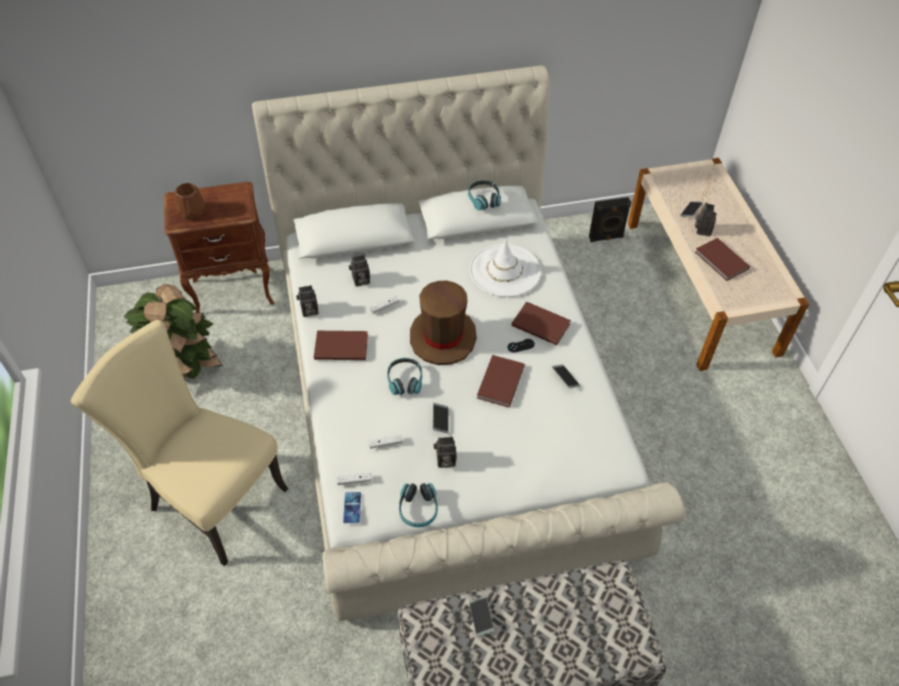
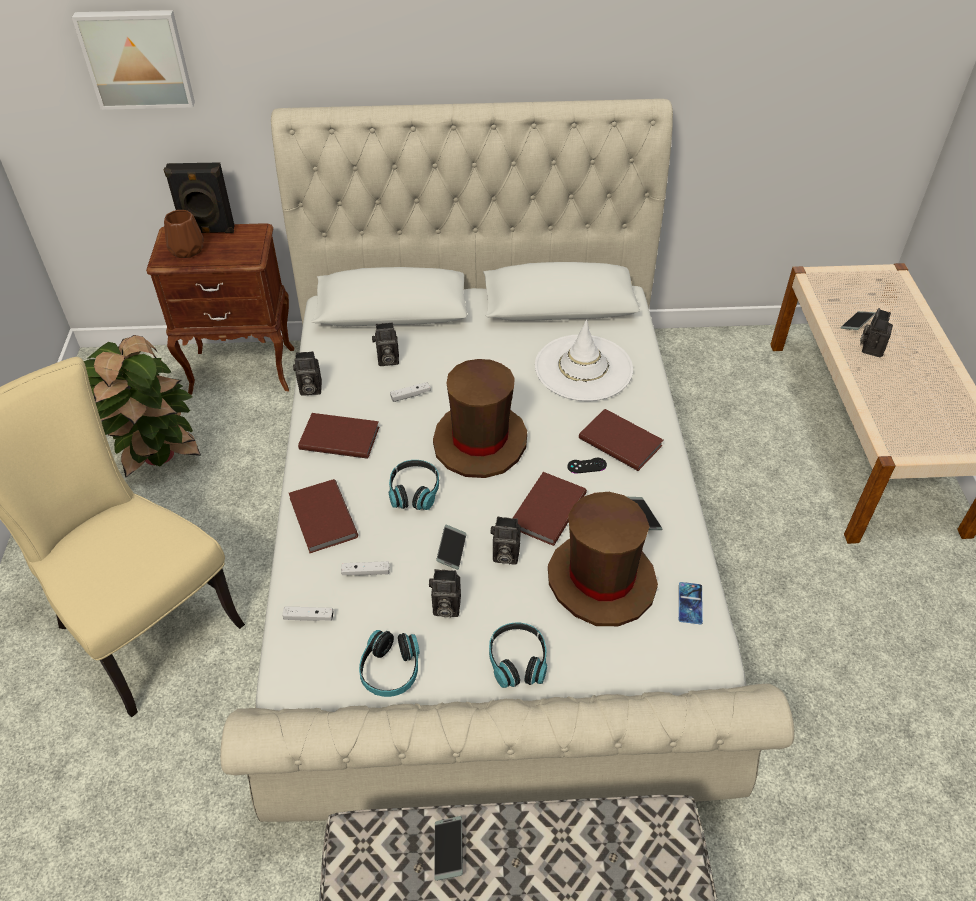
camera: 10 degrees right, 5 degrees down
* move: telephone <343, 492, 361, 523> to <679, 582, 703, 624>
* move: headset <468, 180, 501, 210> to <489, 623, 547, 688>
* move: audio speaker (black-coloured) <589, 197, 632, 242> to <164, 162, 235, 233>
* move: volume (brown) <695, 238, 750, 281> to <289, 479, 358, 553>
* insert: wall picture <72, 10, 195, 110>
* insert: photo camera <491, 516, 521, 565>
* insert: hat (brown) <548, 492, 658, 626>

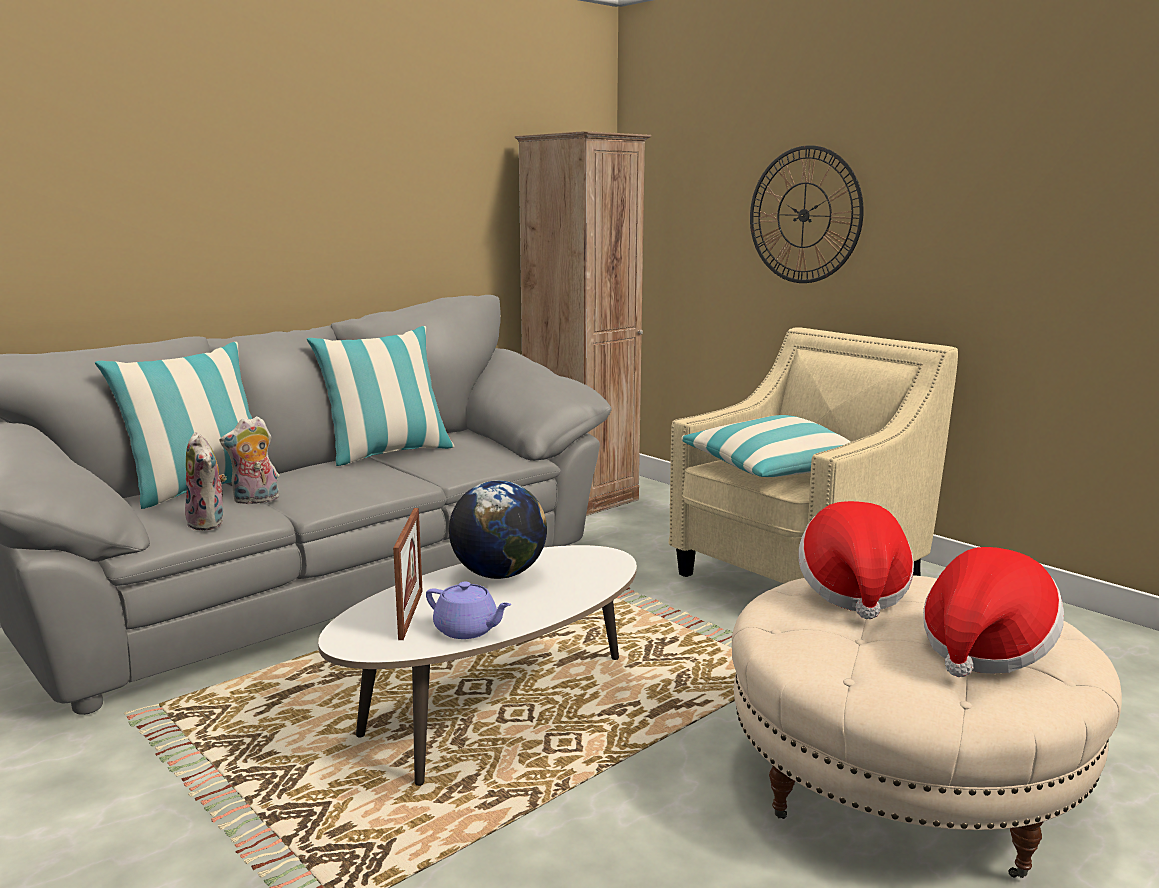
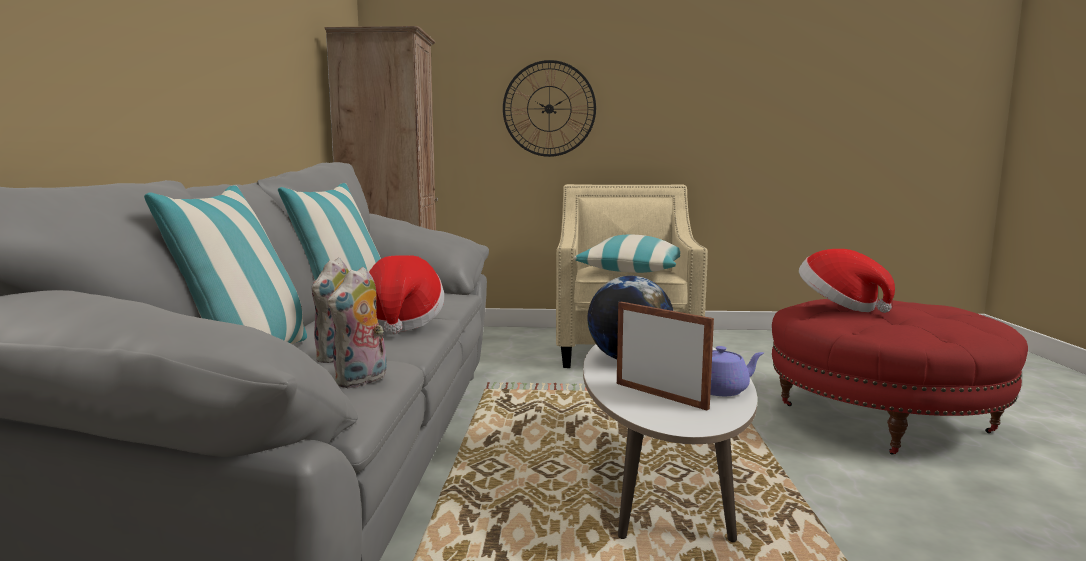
camera: 45 degrees left, 5 degrees down
* rotate: soft toy <185, 432, 227, 531> = <328, 267, 387, 388> 105 degrees clockwise
* recolor: ottoman (sand-coloured) <732, 575, 1122, 878> to ottoman (reddish) <772, 299, 1028, 454>
* move: hat <923, 547, 1064, 677> to <369, 255, 444, 335>

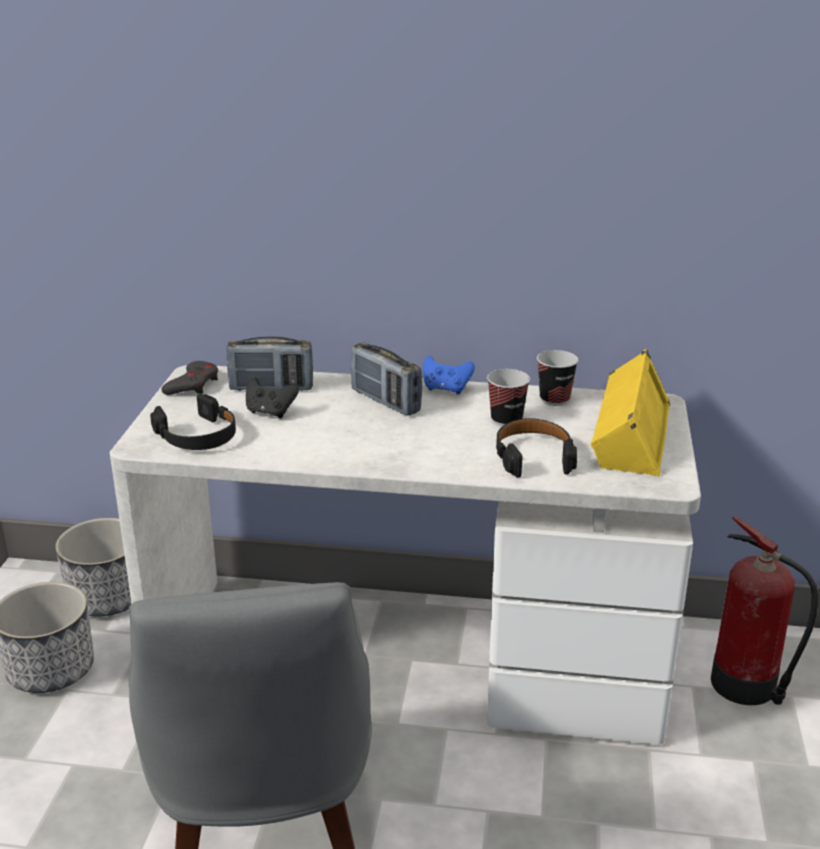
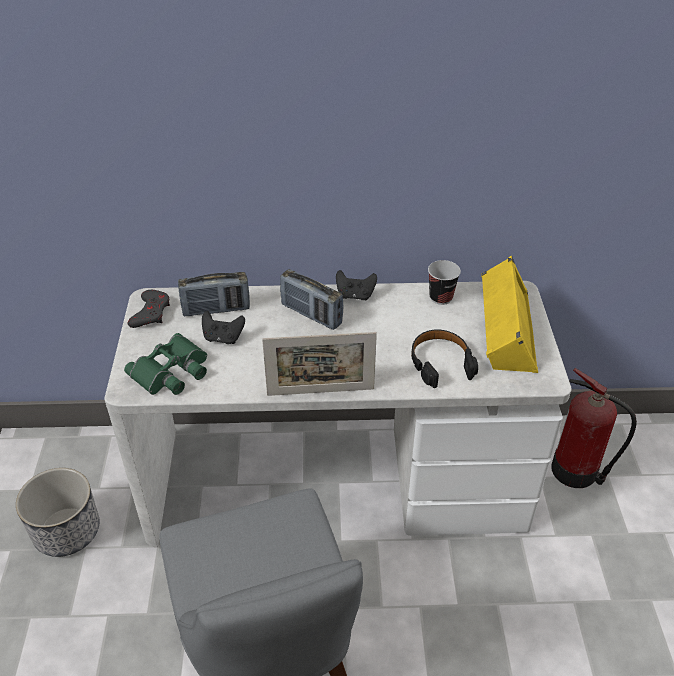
camera: 10 degrees left, 15 degrees up
* delete: flower pot <55, 518, 132, 617>
* replace: headset (black-coloured) <150, 394, 236, 450> to binoculars (green) <124, 333, 207, 395>
* recolor: game controller (bluish) <423, 356, 475, 395> to game controller (black-coloured) <336, 270, 377, 301>
* delete: small cup <487, 369, 530, 426>
* insert: standing frame <262, 332, 377, 396>

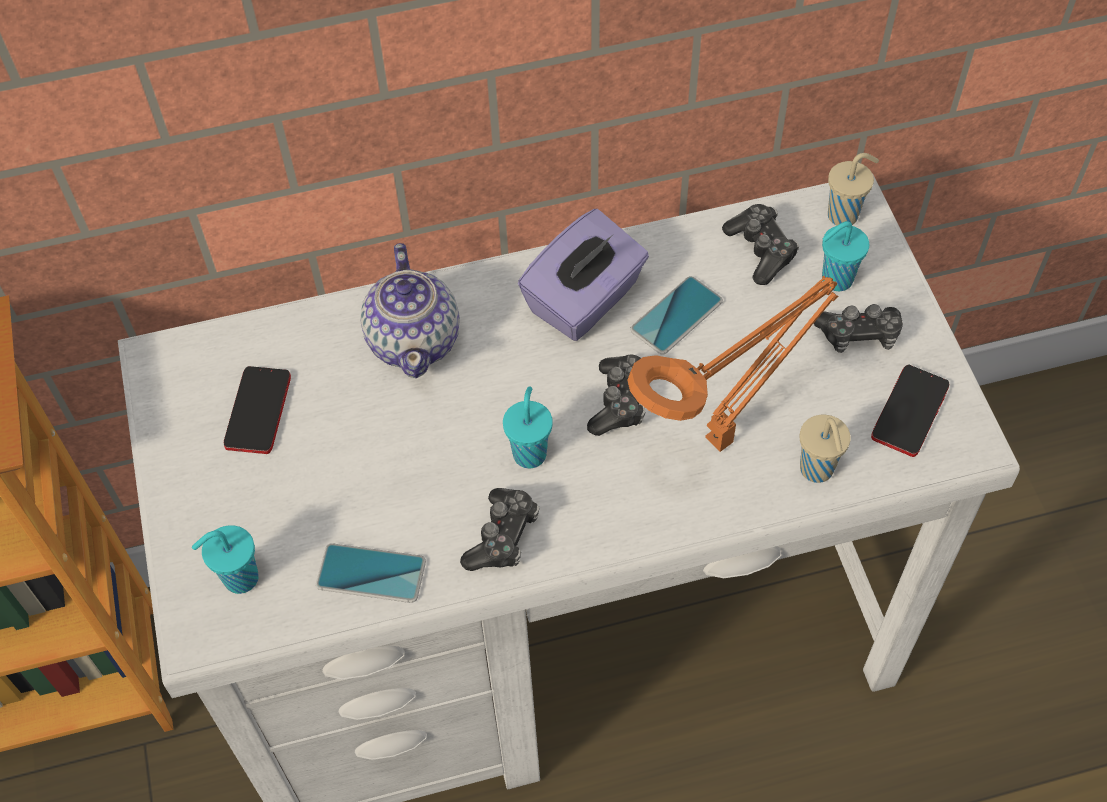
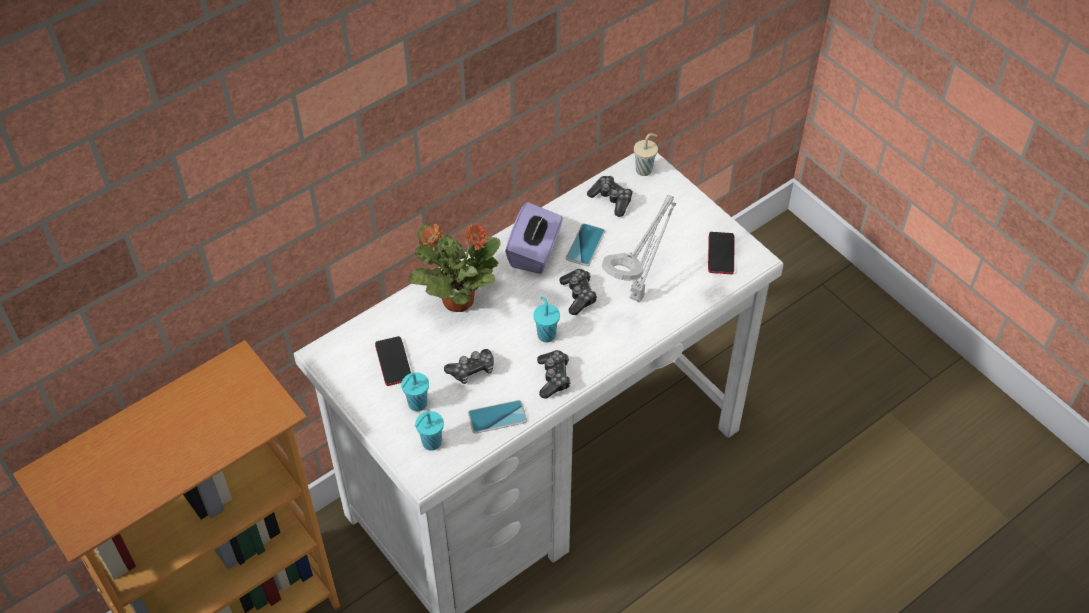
camera: 25 degrees left, 5 degrees down
* replace: teapot <360, 243, 460, 378> to houseplant <408, 223, 501, 312>
* recolor: table lamp (orangey) <628, 276, 839, 452> to table lamp (grey) <602, 195, 676, 302>
* delete: small cup (sand-coloured) <800, 415, 851, 483>
* move: game controller <814, 304, 903, 353> to <444, 349, 494, 384>
* move: small cup (turquoise-coloured) <822, 221, 869, 291> to <401, 372, 429, 411>

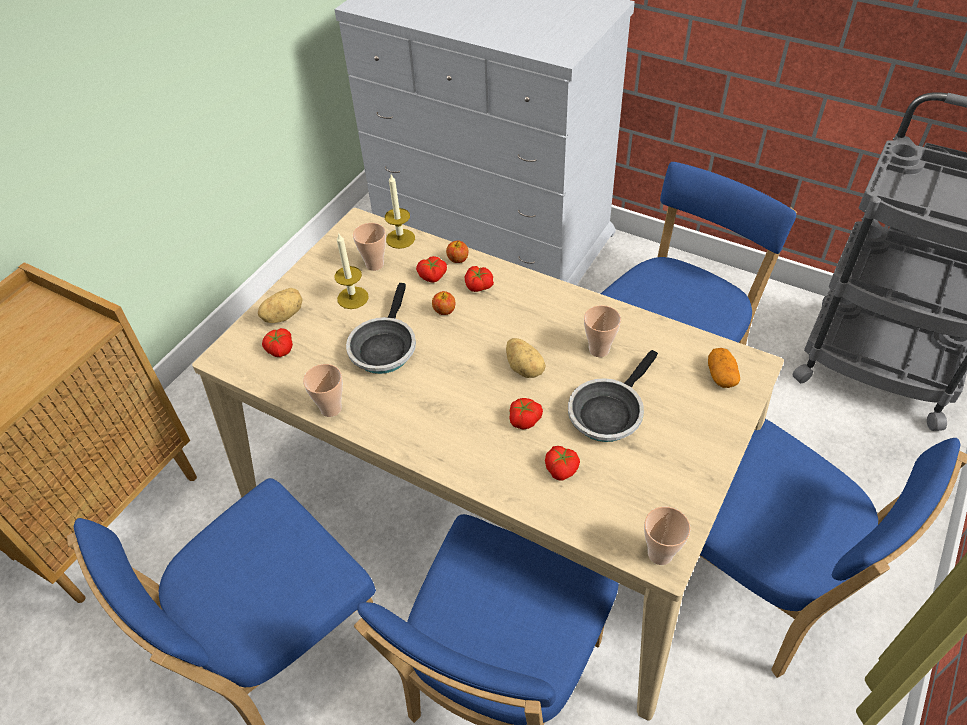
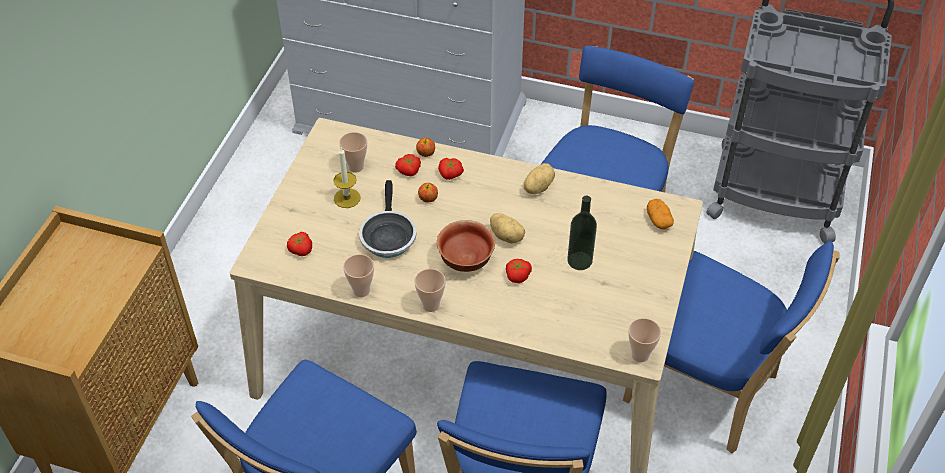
camera: 15 degrees left, 0 degrees up
* move: whole potato <258, 288, 303, 323> to <524, 163, 555, 194>
* delete: wax light <385, 175, 415, 249>
* delete: fresh tomato <545, 446, 580, 481>
* replace: pan <568, 350, 658, 442> to beverage bottle <567, 195, 597, 270>
* move: small cup <584, 305, 621, 357> to <414, 269, 446, 312>
* insert: serving bowl <437, 220, 495, 272>

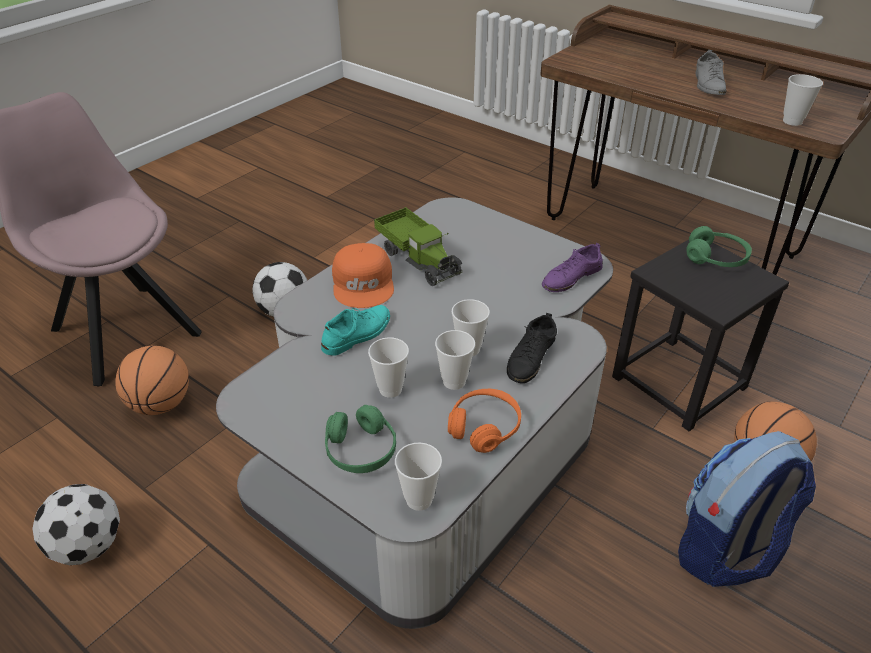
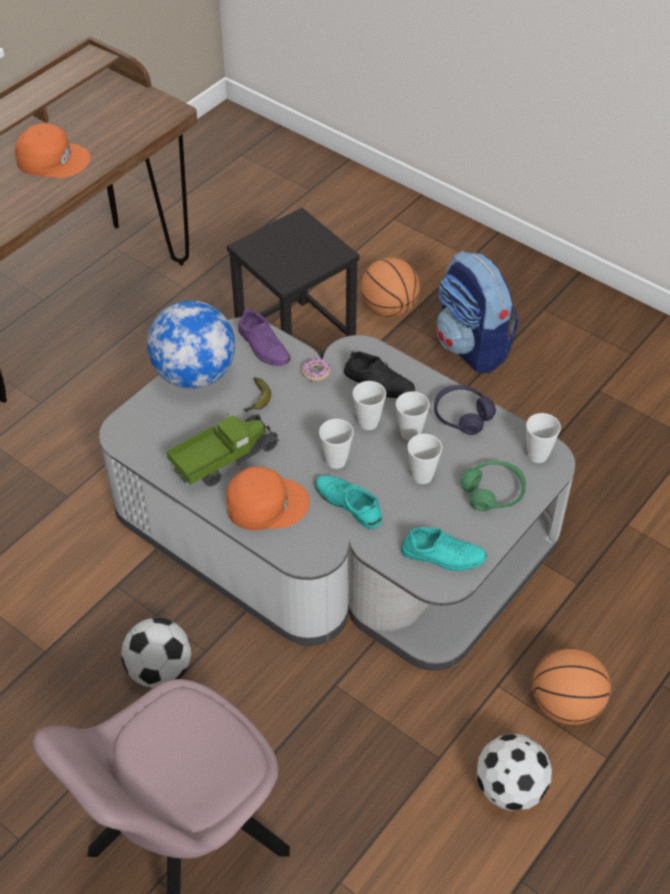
camera: 90 degrees left, 10 degrees up
* move: basketball ball <115, 345, 189, 415> to <532, 648, 611, 725>
* recolor: headset (orangey) <448, 389, 521, 453> to headset (purple-coloured) <434, 385, 496, 435>
* delete: headset (green) <686, 226, 752, 267>
* replace: low shoe (grey) <695, 50, 727, 95> to baseball cap (orangey) <15, 123, 91, 178>
* move: small cup <783, 74, 823, 126> to <319, 419, 354, 469>
* insert: world globe <147, 301, 235, 389>
* insert: banana <244, 377, 271, 412>
* insert: donut <302, 358, 331, 382>
* insert: low shoe (turquoise-coloured) <401, 527, 487, 571>

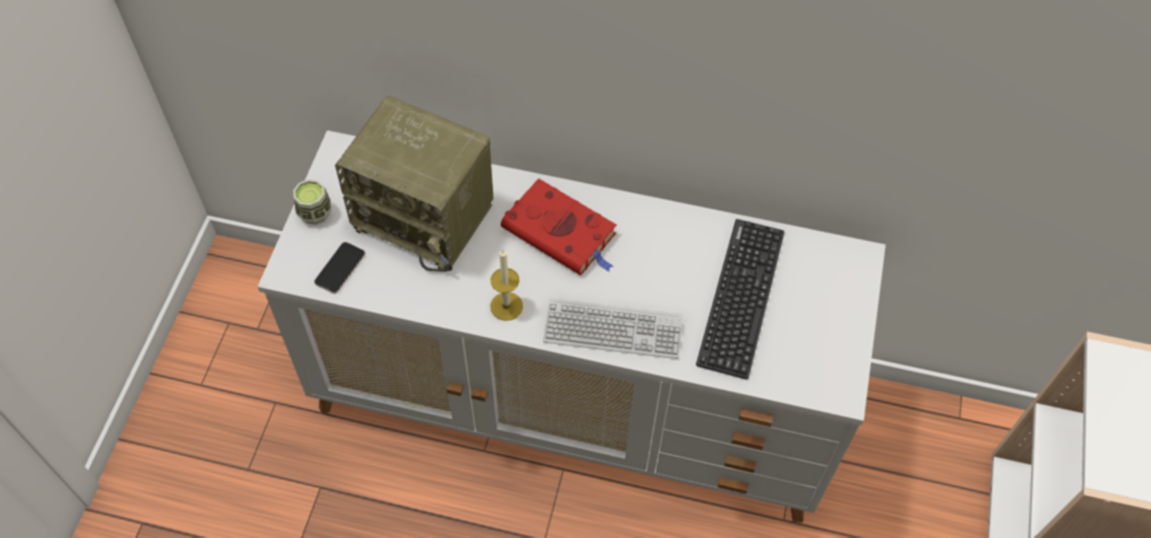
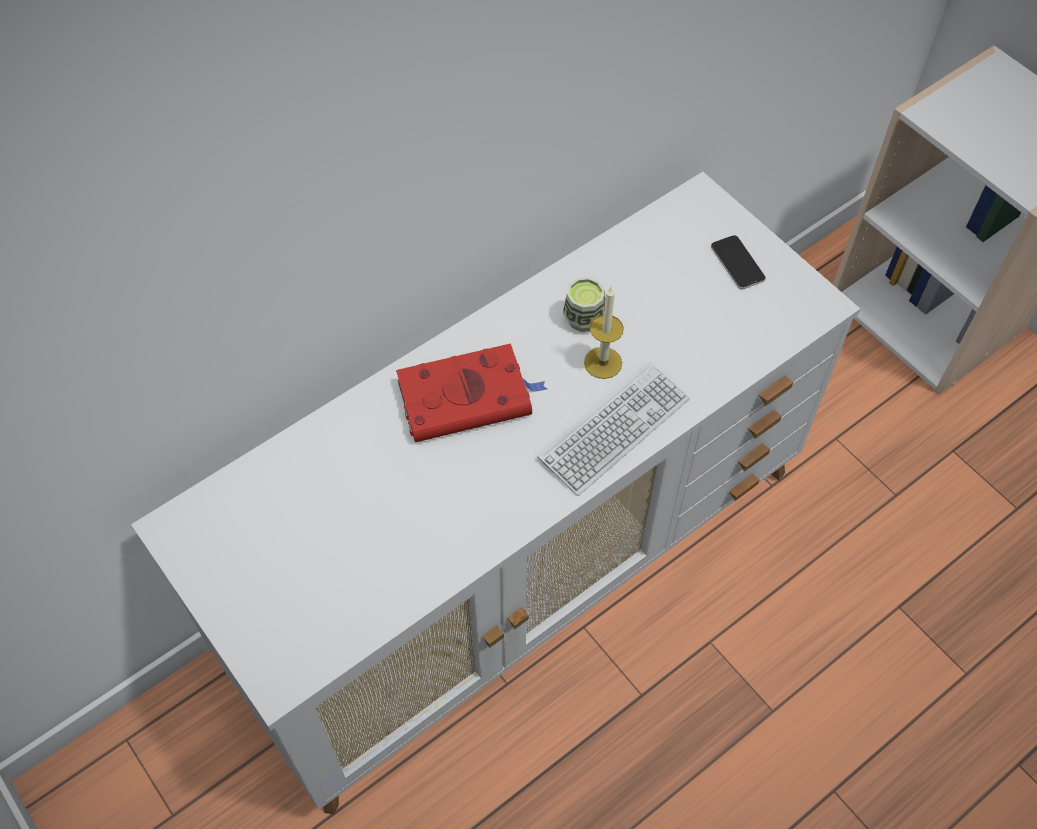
camera: 50 degrees left, 0 degrees up
* move: small cup <293, 179, 331, 225> to <563, 277, 605, 332>
* move: telephone <314, 242, 365, 294> to <711, 235, 766, 289>
* delete: radio set <335, 96, 493, 272>
* move: wax light <490, 249, 523, 321> to <584, 287, 624, 379>
* delete: computer keyboard <696, 219, 784, 379>

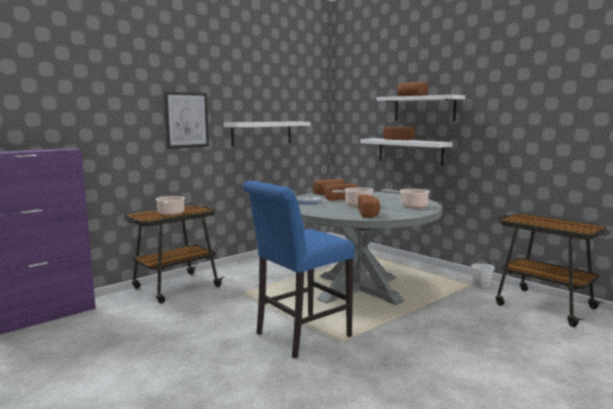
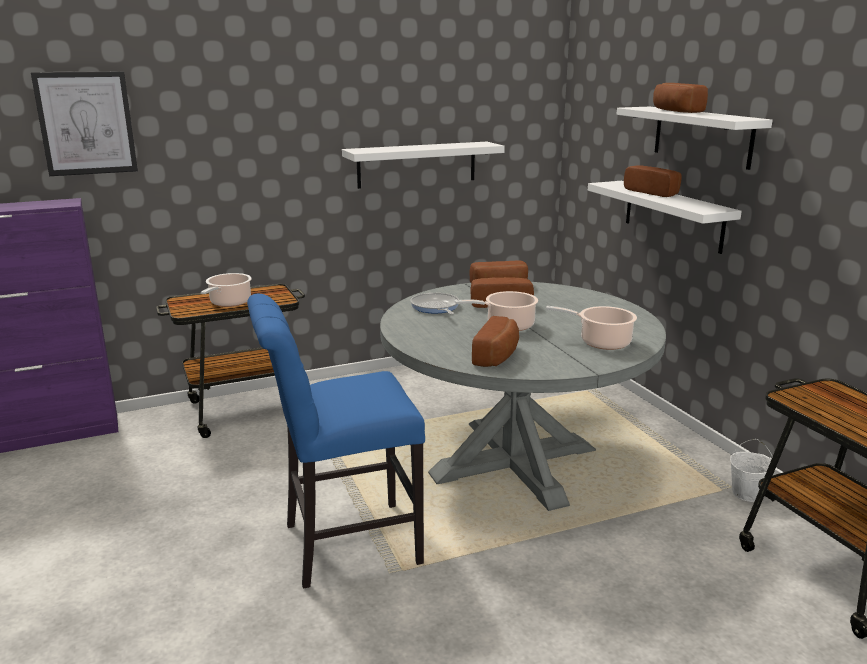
camera: 20 degrees right, 10 degrees up
* move: wall picture <164, 92, 209, 149> to <31, 71, 138, 176>

